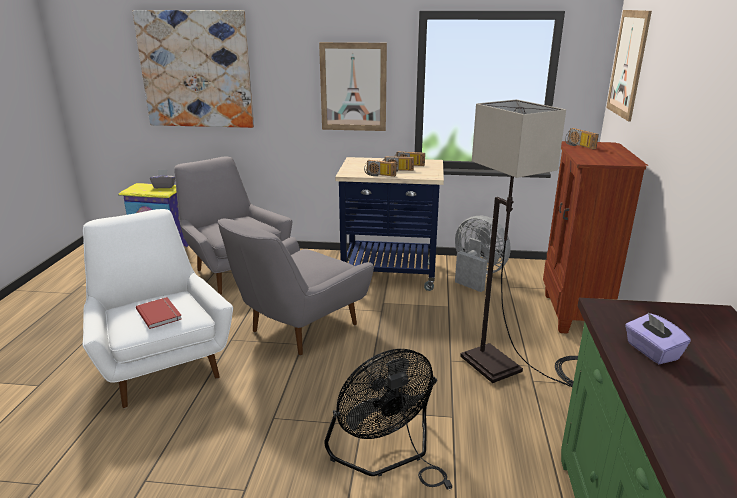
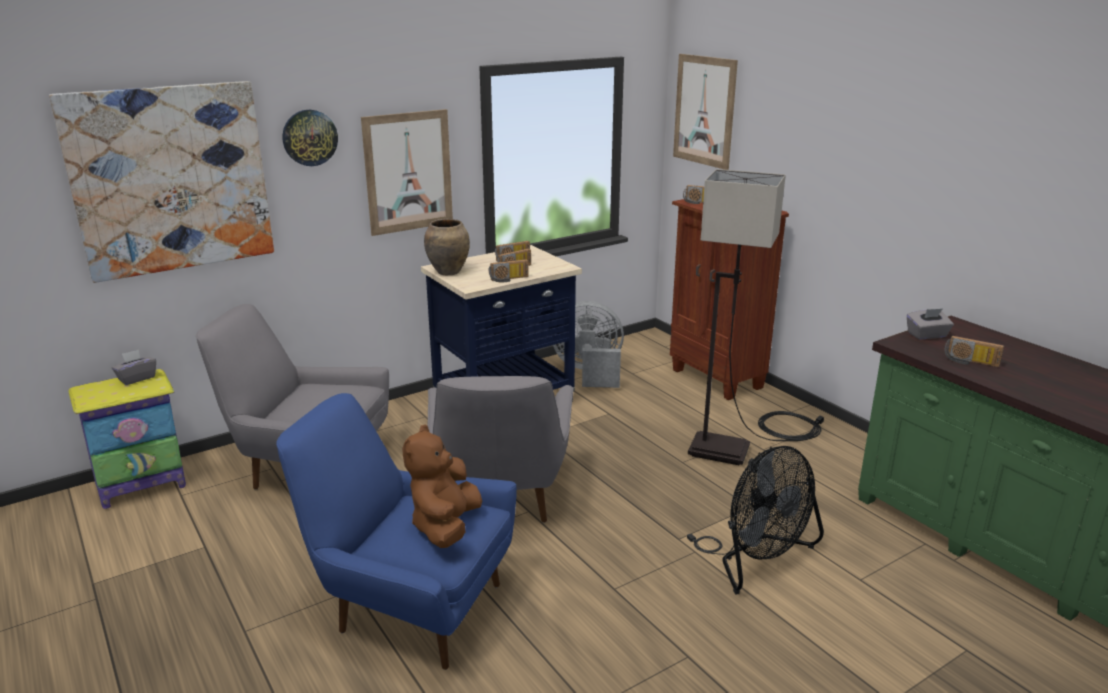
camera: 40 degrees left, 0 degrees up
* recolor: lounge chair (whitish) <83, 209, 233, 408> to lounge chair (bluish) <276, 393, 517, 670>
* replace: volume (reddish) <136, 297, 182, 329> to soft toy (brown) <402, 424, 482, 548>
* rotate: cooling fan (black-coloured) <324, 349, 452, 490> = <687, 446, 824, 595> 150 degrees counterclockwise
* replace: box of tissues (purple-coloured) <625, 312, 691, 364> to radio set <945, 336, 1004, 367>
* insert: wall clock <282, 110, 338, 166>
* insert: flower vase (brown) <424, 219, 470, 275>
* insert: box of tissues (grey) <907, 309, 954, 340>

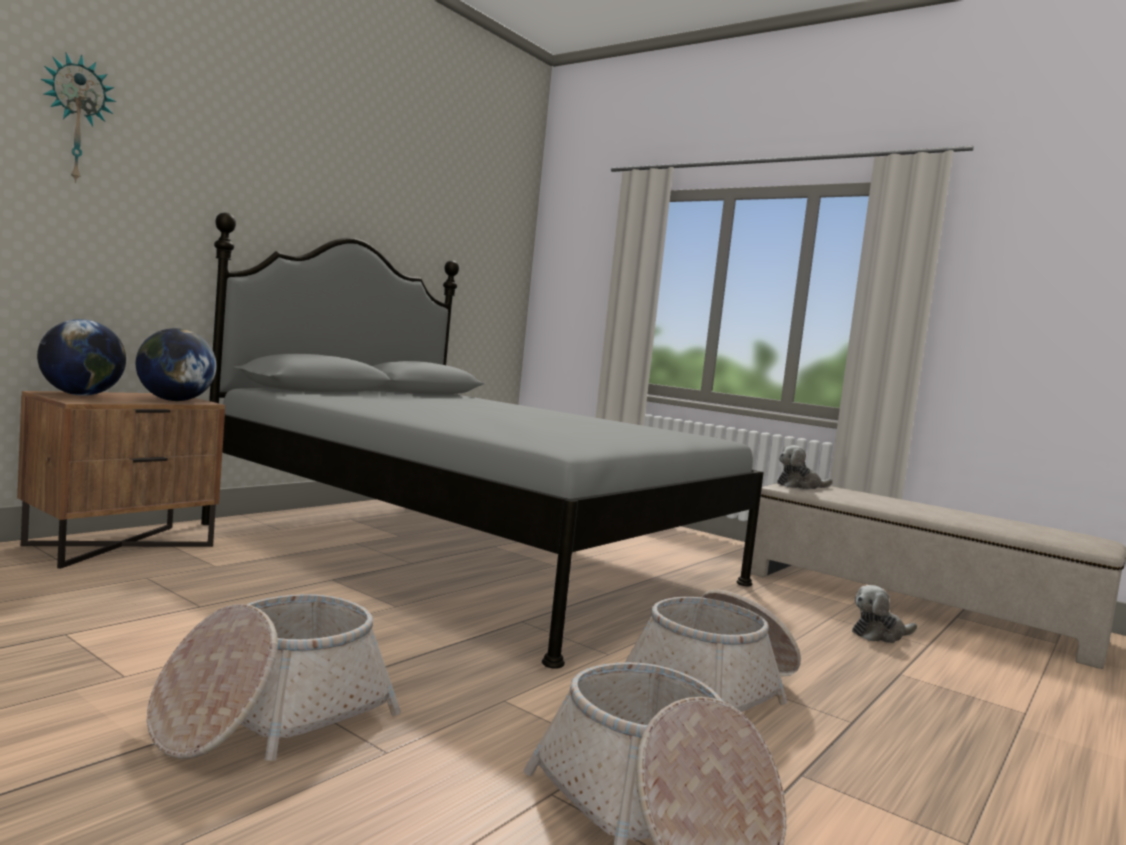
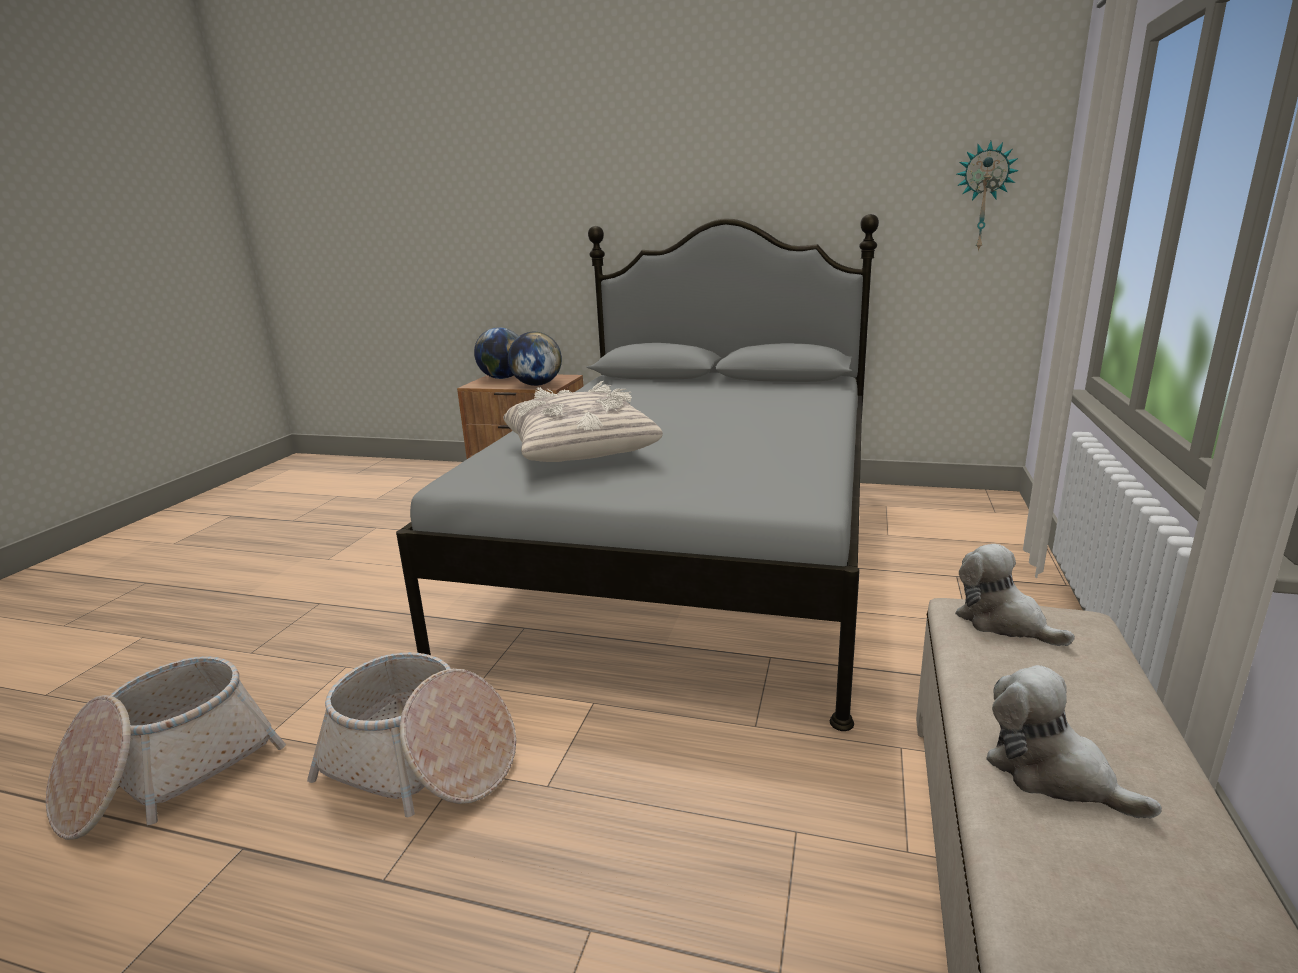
camera: 70 degrees right, 15 degrees up
* move: wall clock <41, 53, 116, 183> to <957, 141, 1019, 252>
* delete: household basket <147, 594, 401, 761>
* move: soft toy <852, 585, 917, 643> to <986, 665, 1162, 819>
* insert: throw pillow (sand-coloured) <503, 381, 663, 462>

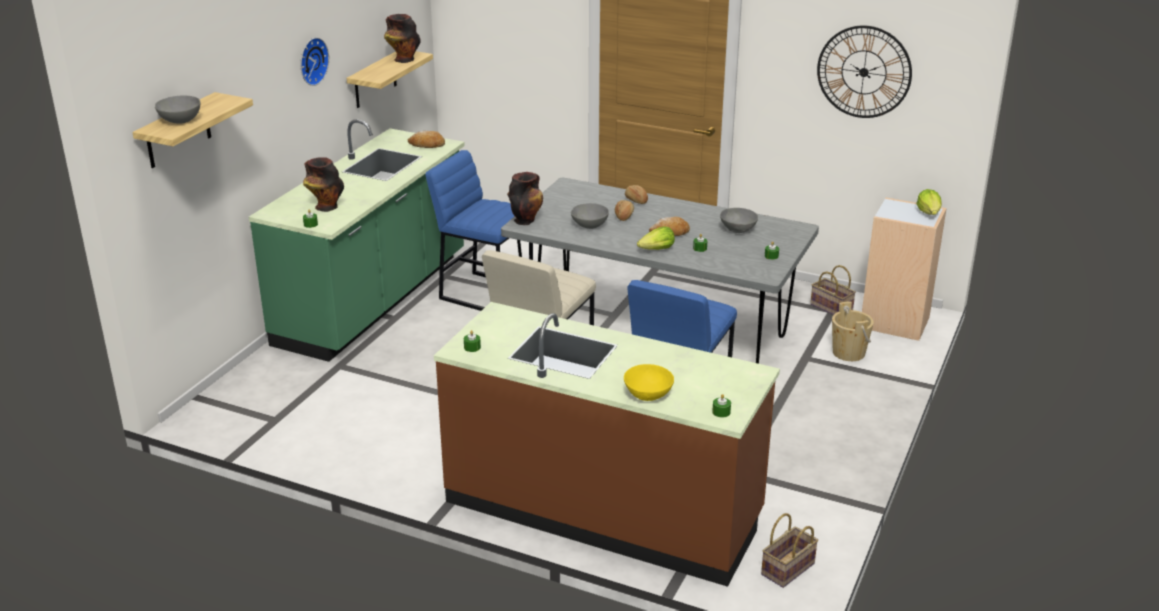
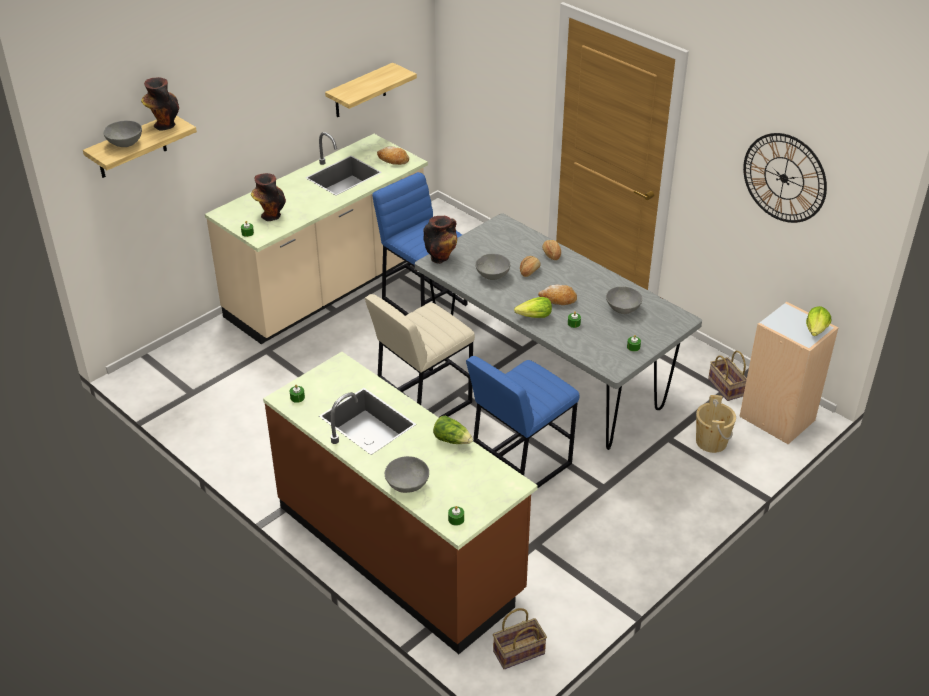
camera: 20 degrees right, 10 degrees up
* recolor: kitchen counter (green) <248, 119, 465, 362> to kitchen counter (sand-coloured) <205, 132, 428, 344>
* delete: wall clock <300, 37, 329, 86>
* move: flower vase <384, 14, 421, 63> to <141, 77, 179, 131>
* recolor: serving bowl (yellowish) <624, 364, 674, 401> to serving bowl (grey) <385, 456, 429, 493>
* insert: lettuce head <433, 415, 473, 444>

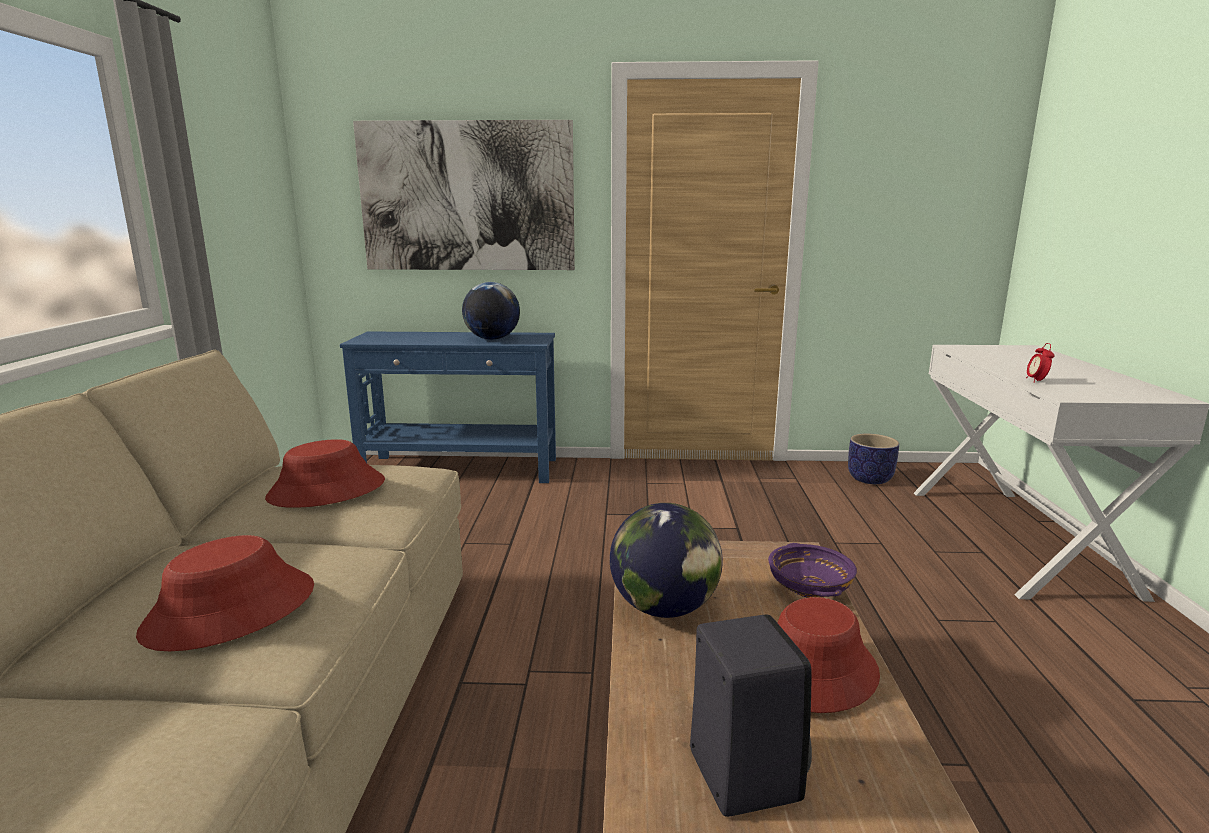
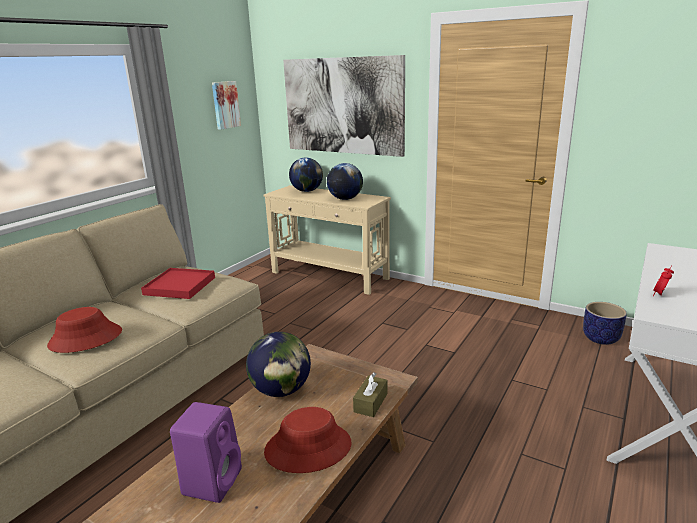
camera: 30 degrees right, 5 degrees up
* replace: hat (reddish) <265, 439, 385, 508> to tray (reddish) <141, 268, 215, 299>
* recolor: narrow table (bluish) <340, 332, 556, 483> to narrow table (sand-coloured) <263, 185, 391, 295>
* recolor: audio speaker (black-coloured) <690, 614, 812, 817> to audio speaker (purple-coloured) <170, 402, 242, 503>
* replace: serving bowl (purple-coloured) <768, 543, 857, 598> to box of tissues (brown) <353, 372, 388, 417>
* insert: wall picture <212, 81, 241, 130>
* insert: world globe <289, 157, 323, 192>

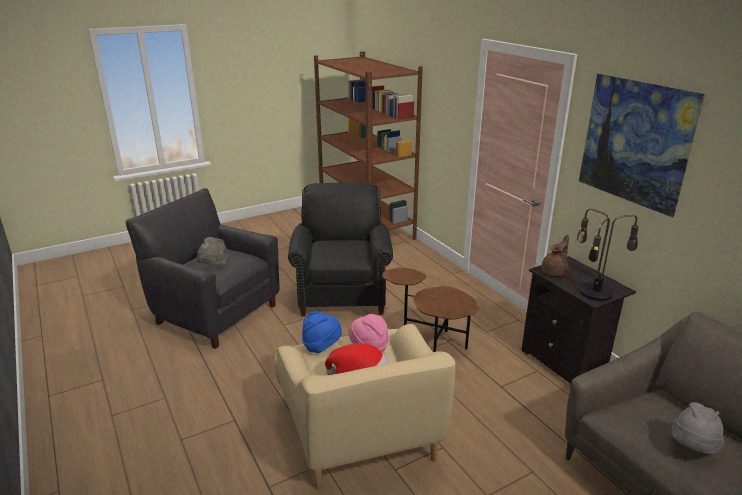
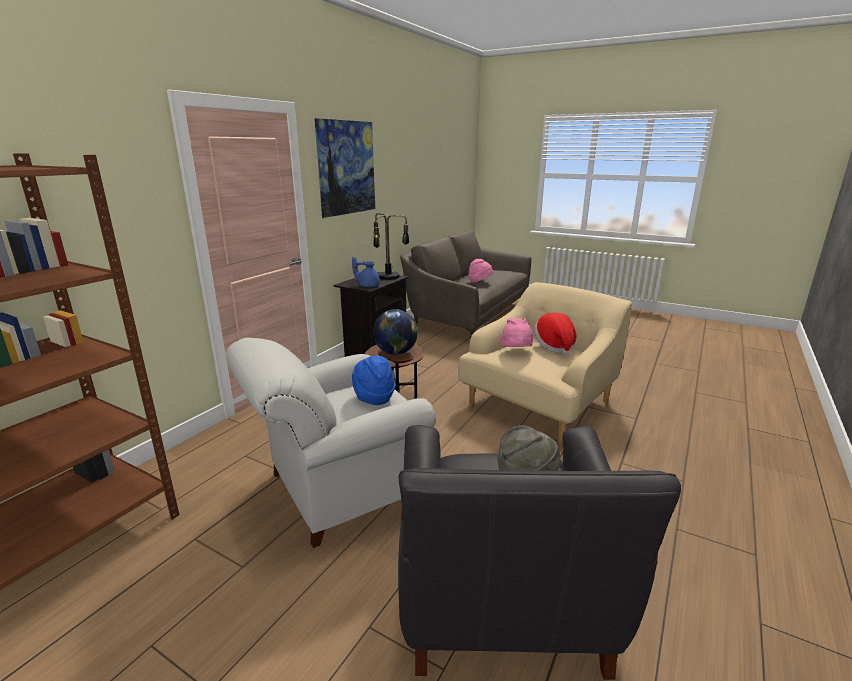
camera: 120 degrees left, 5 degrees down
* recolor: lounge chair (black-coloured) <288, 183, 393, 316> to lounge chair (whitish) <226, 338, 436, 548>
* move: hat (bluish) <302, 311, 342, 353> to <352, 355, 395, 405>
* recolor: teapot (brown) <542, 235, 569, 276> to teapot (bluish) <352, 257, 380, 287>
* recolor: hat (grey) <671, 402, 725, 454> to hat (pink-coloured) <468, 259, 493, 283>
* insert: world globe <373, 309, 418, 355>

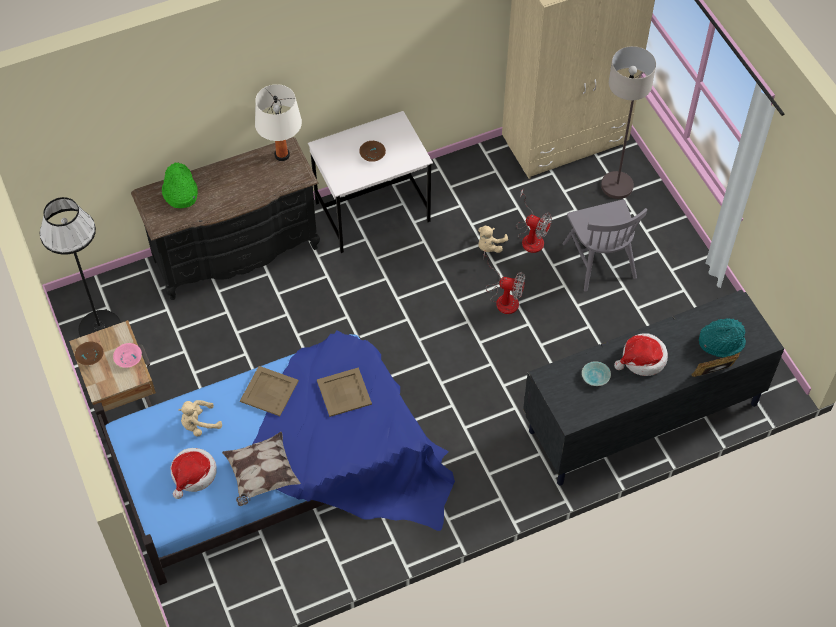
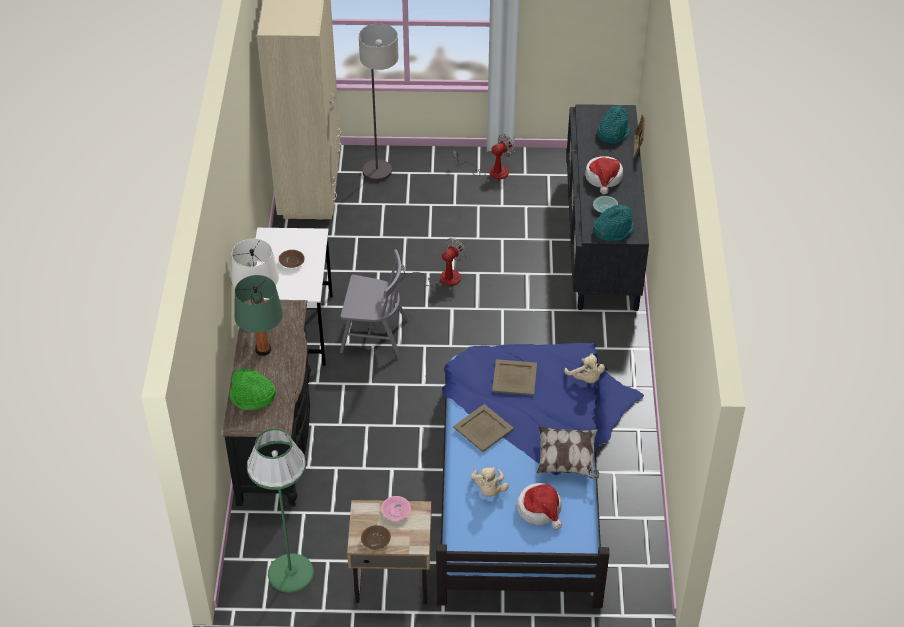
camera: 65 degrees left, 10 degrees down
* recolor: standard lamp (black-coloured) <40, 197, 121, 337> to standard lamp (green) <247, 428, 314, 593>
* move: soft toy (sand-coloured) <478, 226, 508, 253> to <564, 354, 605, 383>
* move: cooling fan <517, 189, 552, 253> to <453, 134, 515, 179>
* move: upright chair (grey) <562, 199, 647, 292> to <340, 249, 409, 359>
* insert: table lamp (green) <234, 275, 283, 356>
* insert: hat (turquoise-coloured) <594, 204, 634, 241>

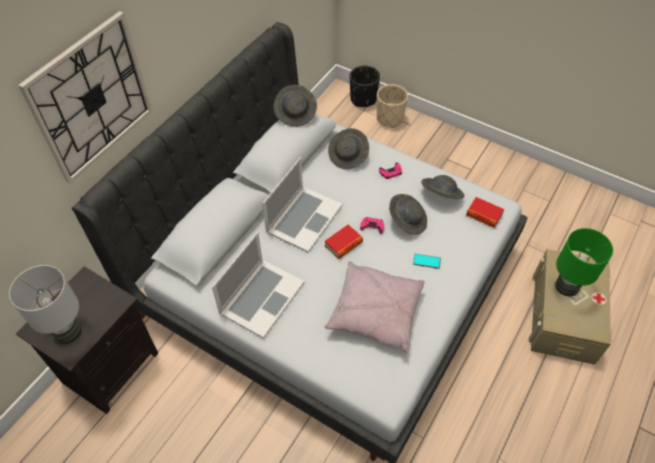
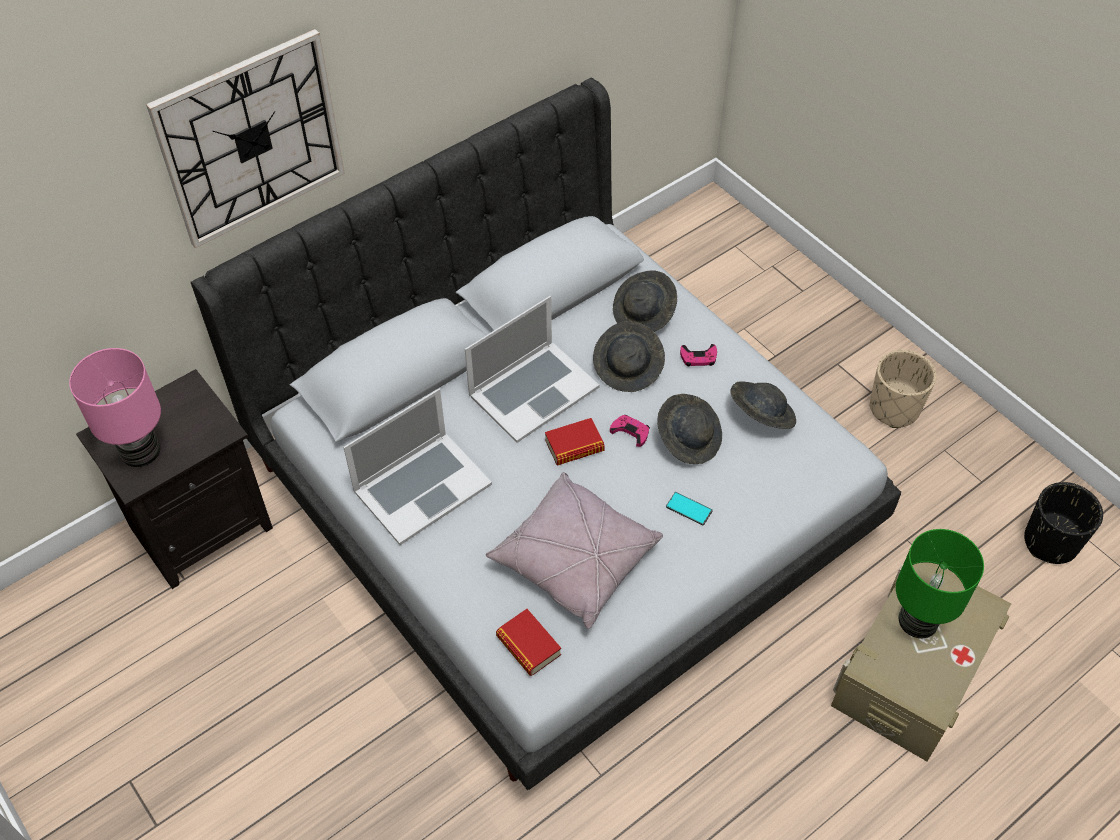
camera: 20 degrees right, 0 degrees up
* recolor: table lamp (grey) <9, 265, 81, 344> to table lamp (pink-coloured) <69, 348, 161, 467>
* move: hat (grey) <274, 85, 317, 127> to <593, 321, 665, 392>
* move: flower pot (black-coloured) <350, 66, 380, 107> to <1024, 482, 1103, 564>
* move: flower pot (sand-coloured) <377, 84, 408, 128> to <870, 350, 936, 428>
* move: volume <466, 197, 504, 228> to <496, 609, 561, 676>

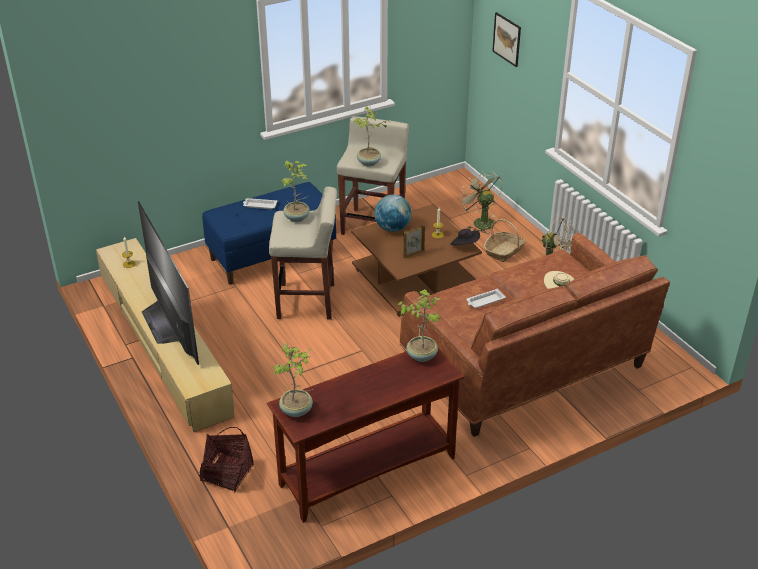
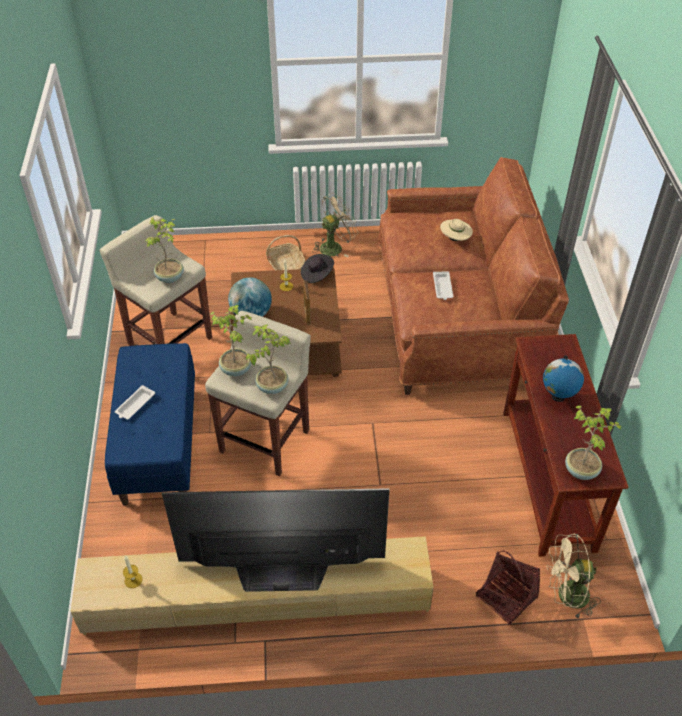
camera: 65 degrees left, 10 degrees up
* move: houseplant <397, 289, 441, 362> to <246, 324, 291, 394>
* move: cooling fan (sand-coloured) <458, 171, 503, 234> to <546, 534, 601, 619>
* delete: wall picture <492, 12, 521, 67>
* insert: world globe <543, 355, 584, 402>

